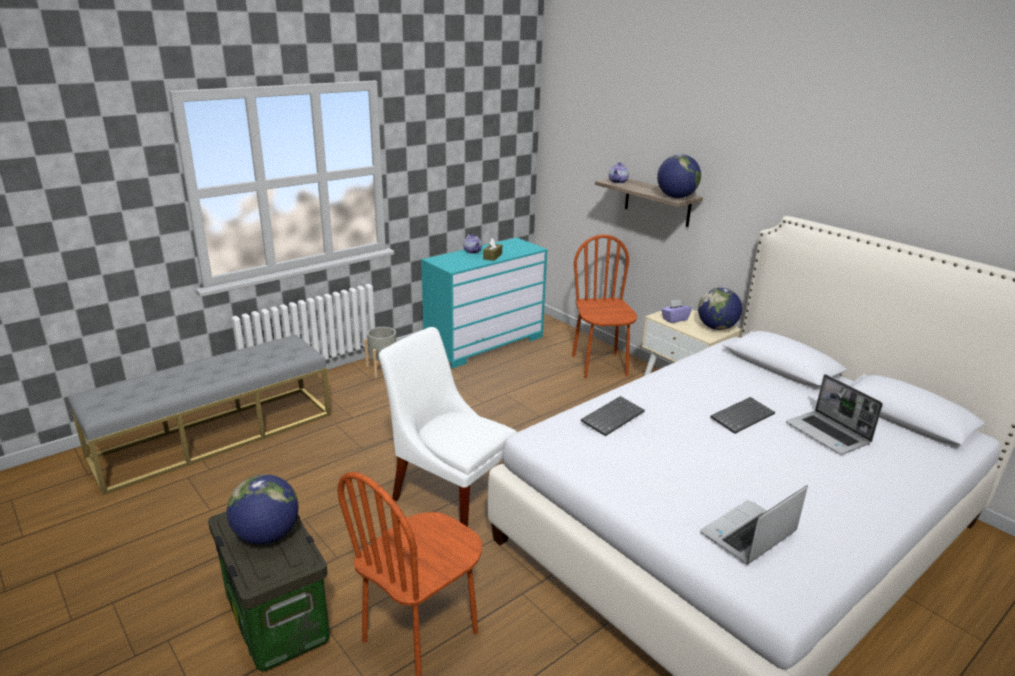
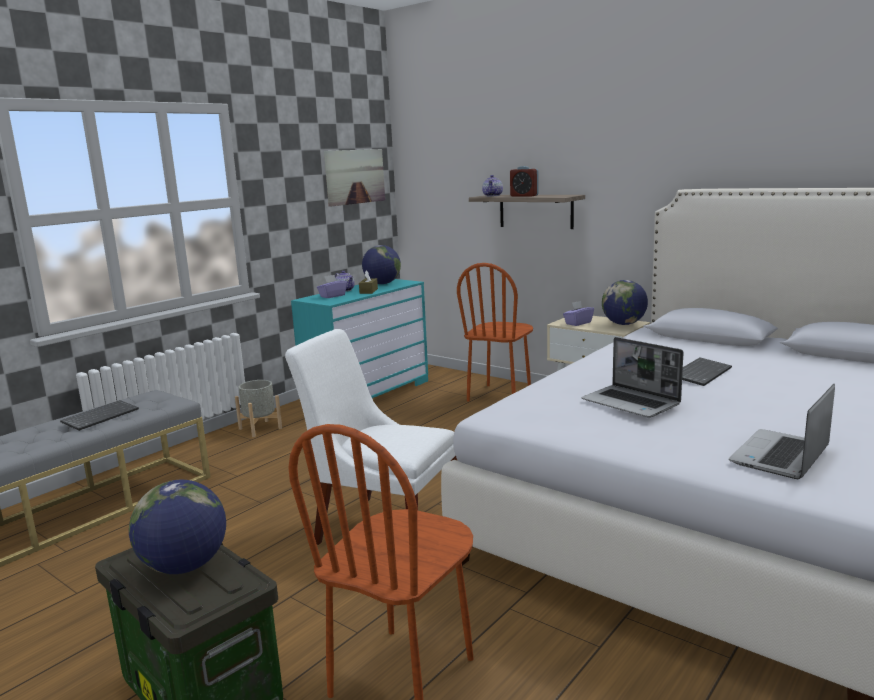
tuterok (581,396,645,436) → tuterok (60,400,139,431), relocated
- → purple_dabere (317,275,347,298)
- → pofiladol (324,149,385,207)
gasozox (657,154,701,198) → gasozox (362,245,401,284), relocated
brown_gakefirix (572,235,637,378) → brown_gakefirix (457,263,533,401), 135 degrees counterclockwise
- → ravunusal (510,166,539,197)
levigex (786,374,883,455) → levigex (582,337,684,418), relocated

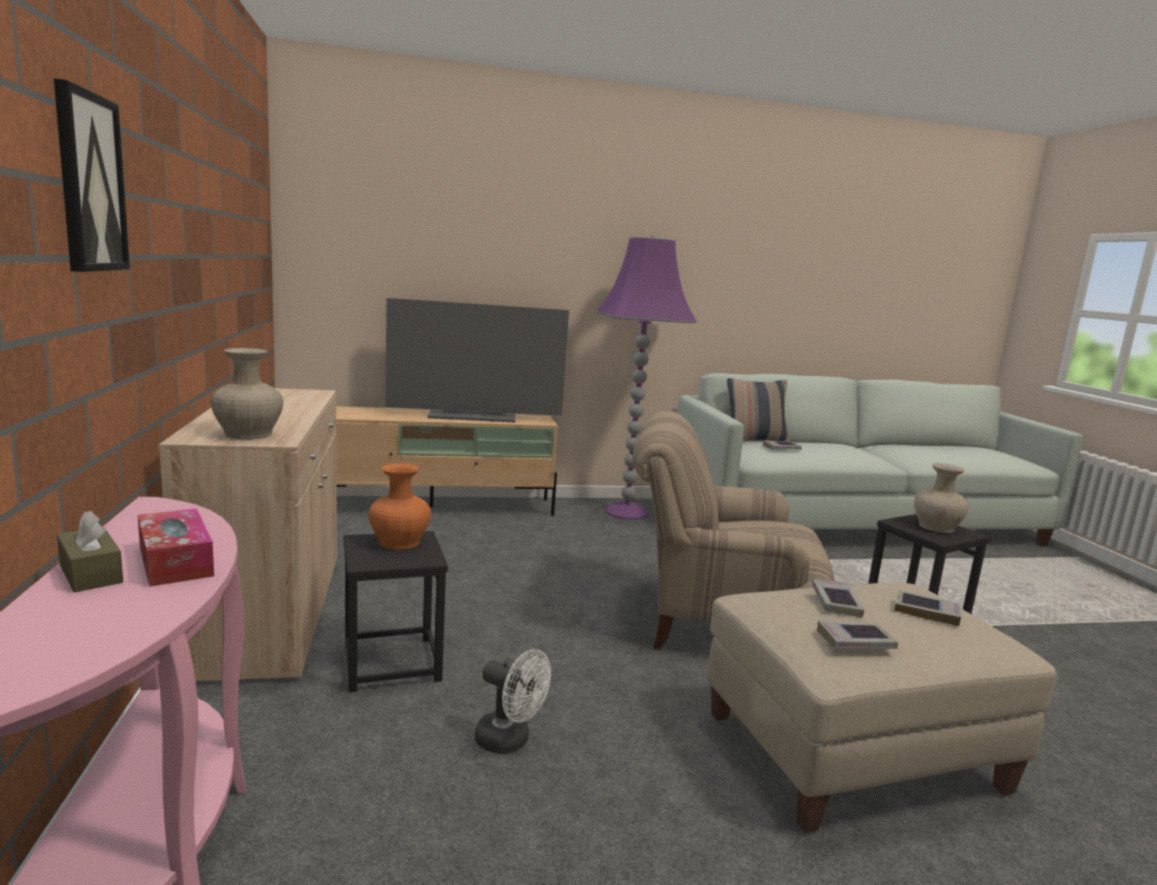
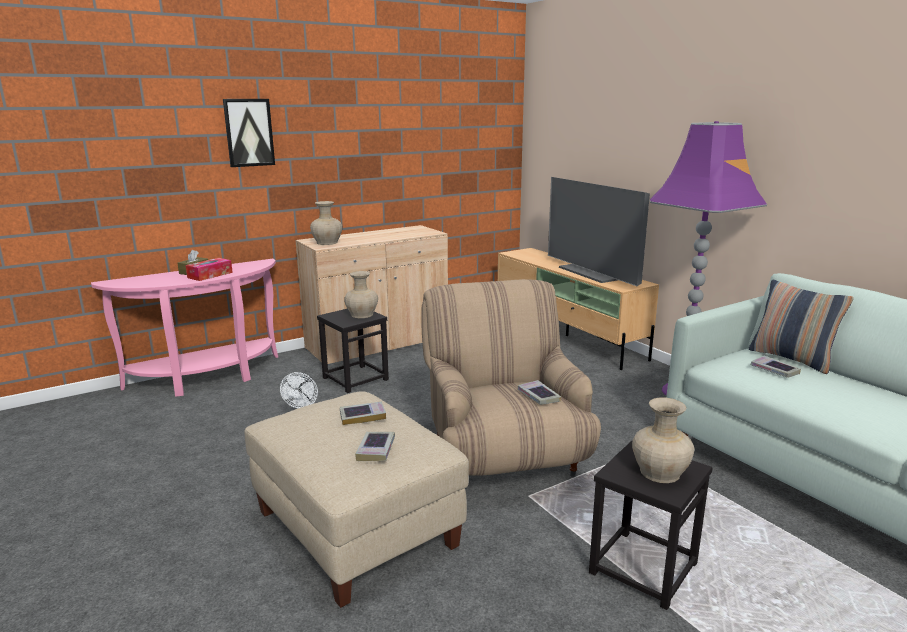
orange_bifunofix (368,463,431,550) → beige_bifunofix (344,271,378,318)
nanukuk (817,620,898,649) → nanukuk (518,380,561,405), relocated

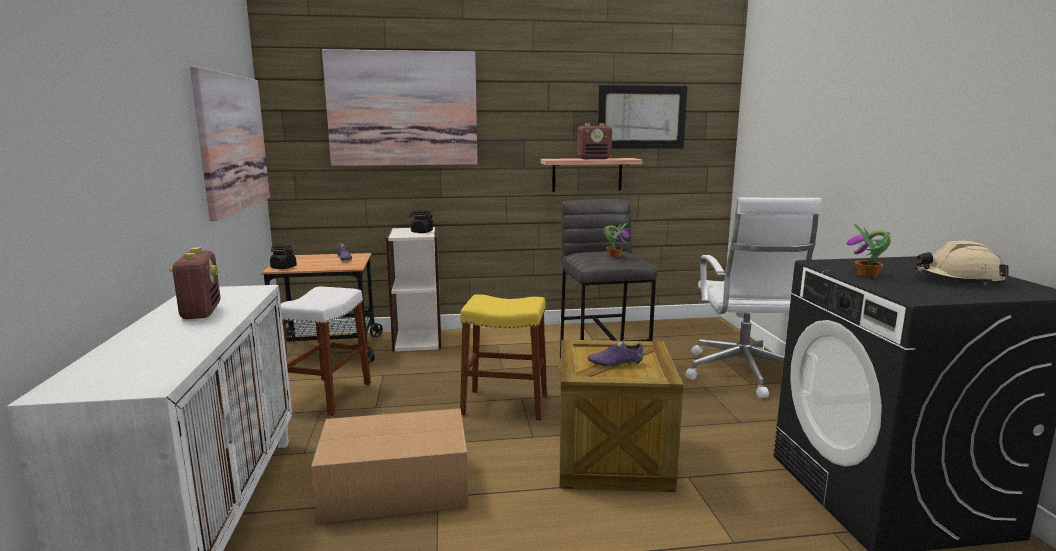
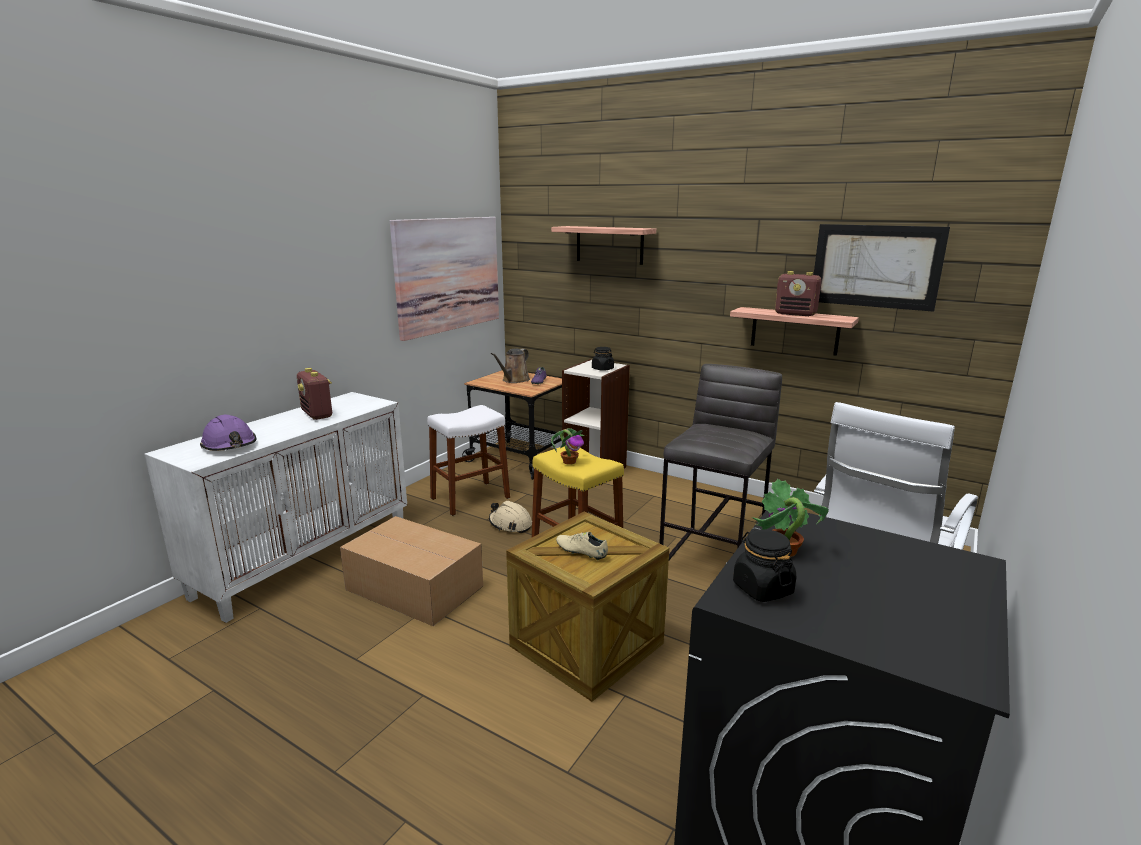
- → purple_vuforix (200,415,256,451)
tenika (169,247,221,319) → tenika (297,368,332,420), 120 degrees clockwise
beige_vuforix (915,241,1009,285) → beige_vuforix (489,501,532,533), relocated
- → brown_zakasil (491,349,530,383)
pofiladol (322,49,478,166) → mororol (551,226,656,265)
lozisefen (604,222,630,257) → lozisefen (551,428,585,465), relocated
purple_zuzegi (588,341,643,367) → beige_zuzegi (556,532,608,560)
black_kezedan (270,243,297,269) → black_kezedan (733,529,796,602), relocated

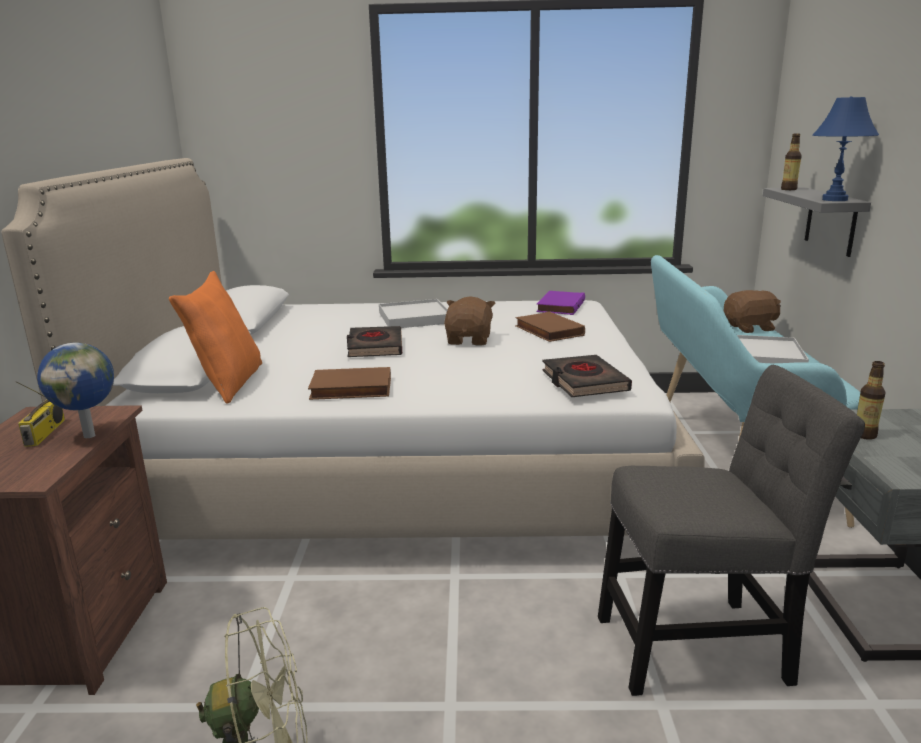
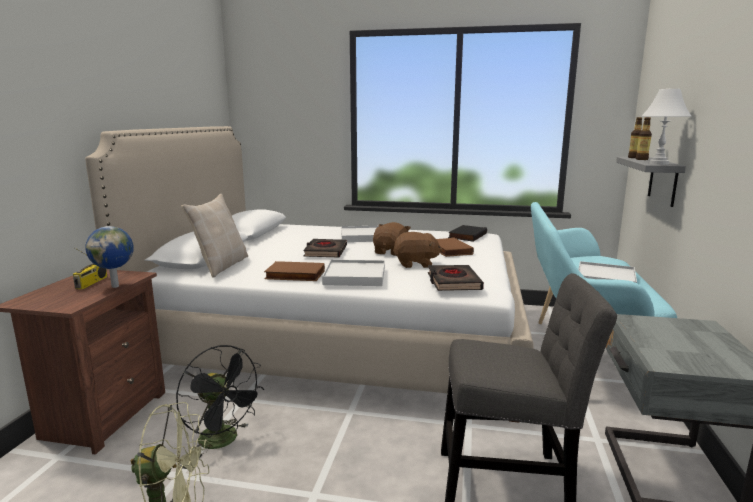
- → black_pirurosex (176,345,265,458)
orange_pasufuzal (169,271,262,404) → beige_pasufuzal (181,194,248,278)
- → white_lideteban (322,260,385,286)
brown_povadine (724,290,781,333) → brown_povadine (393,232,442,268), relocated
purple_nanukuk (536,291,585,315) → black_nanukuk (448,225,487,242)
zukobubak (857,361,886,440) → zukobubak (636,117,652,160), relocated
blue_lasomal (812,96,879,201) → white_lasomal (641,88,692,165)

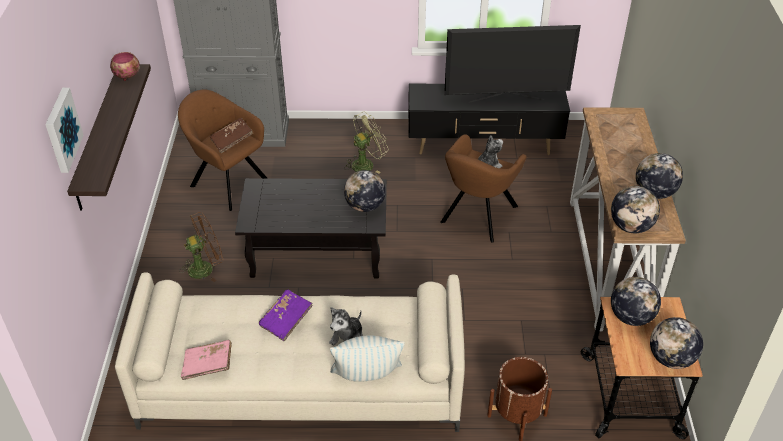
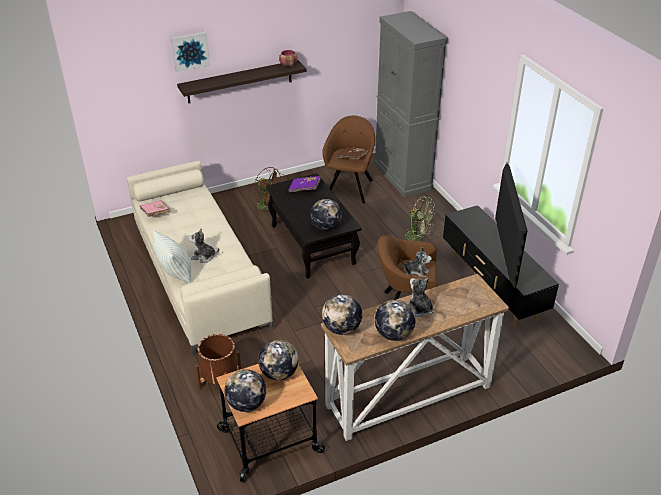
purple_nanukuk (259,290,313,341) → purple_nanukuk (288,176,321,192), relocated
- → povadine (407,277,434,317)
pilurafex (444,25,581,103) → pilurafex (495,163,528,288), 150 degrees counterclockwise

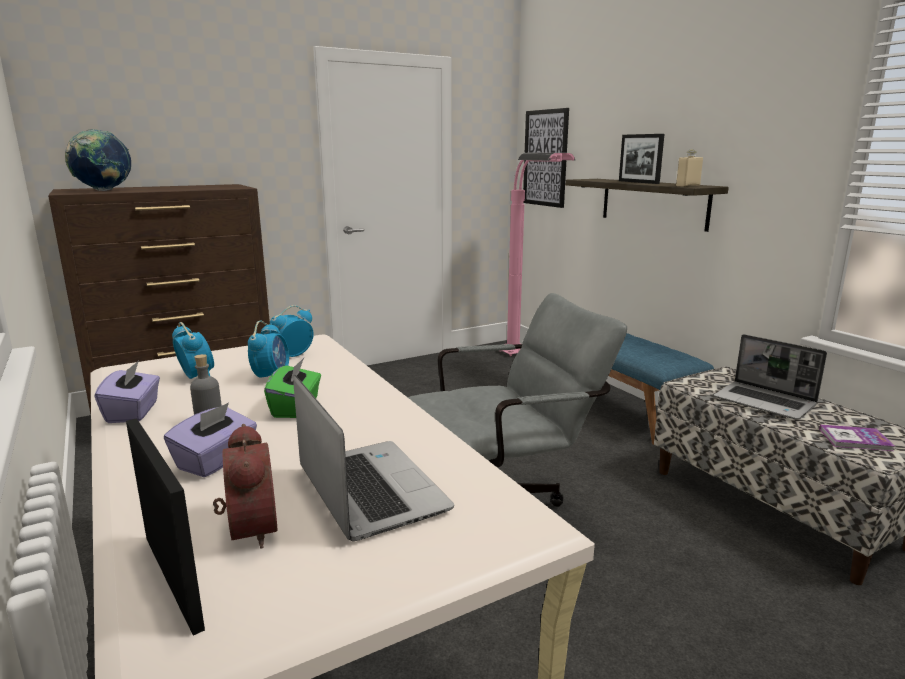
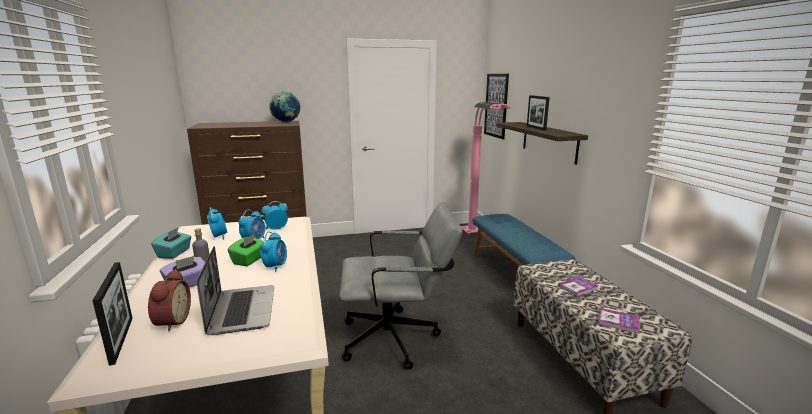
purple_dabere (95,361,160,423) → turquoise_dabere (151,227,192,259)
- → ravunusal (260,231,287,272)
gasozox (65,129,131,191) → gasozox (269,91,300,123), relocated
levigex (714,334,827,420) → nanukuk (558,277,598,297)
beige_zukobubak (676,150,703,187) → -

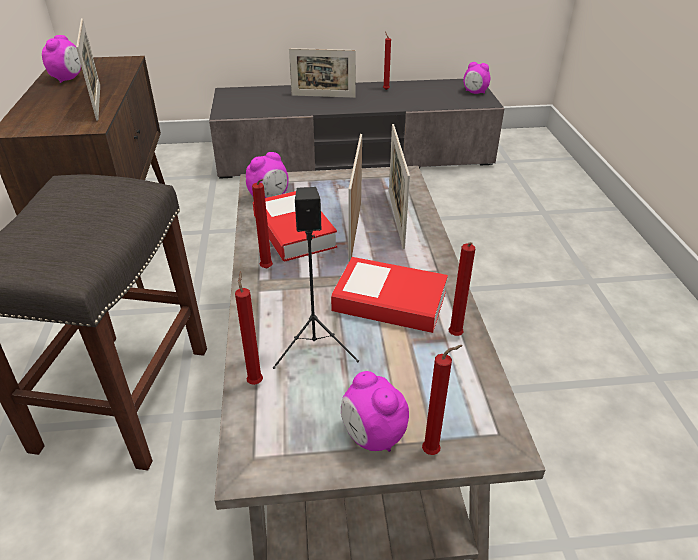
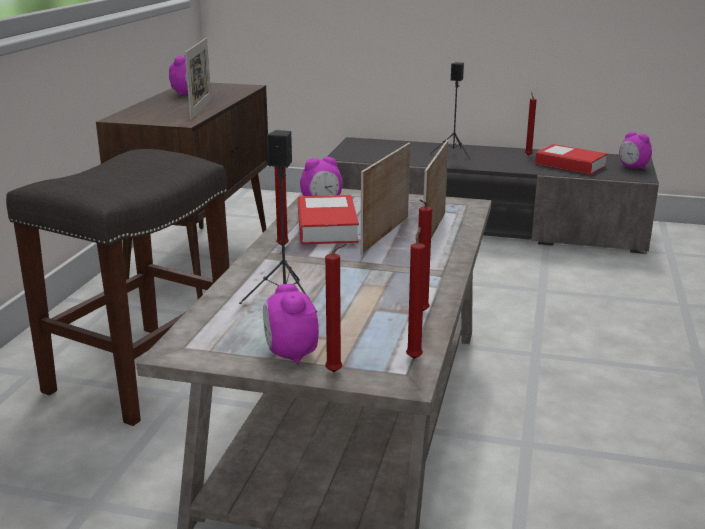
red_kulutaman (235,271,263,385) → red_kulutaman (406,227,425,359), relocated
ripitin (289,48,356,98) → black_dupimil (429,62,470,160)
nanukuk (331,257,448,333) → nanukuk (535,144,607,175), relocated

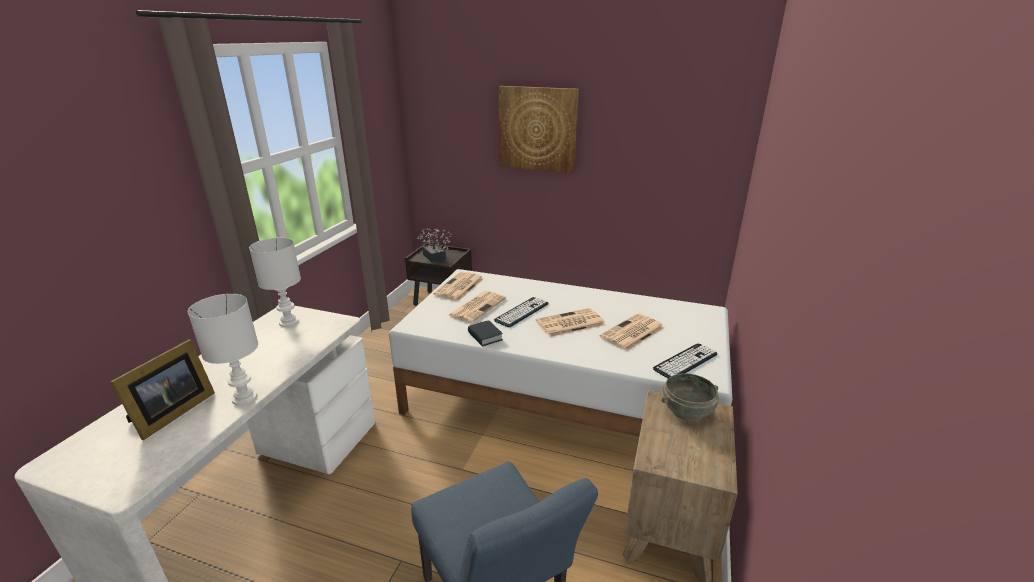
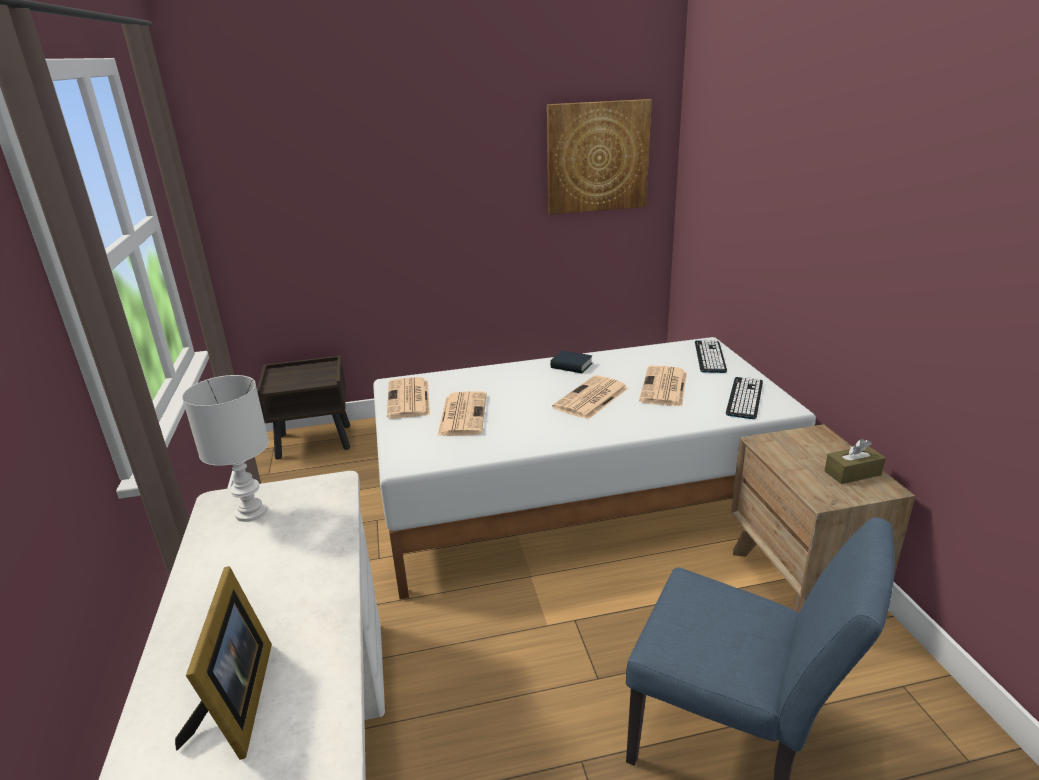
pofiladol (499,86,579,173) → pofiladol (547,99,652,214), relocated
nanukuk (468,320,503,347) → nanukuk (550,351,592,374), relocated
tuterok (494,297,548,327) → tuterok (695,340,727,373), relocated
- → brown_dabere (824,439,885,484)
white_lasomal (188,294,258,406) → -
lozisefen (417,228,452,262) → -
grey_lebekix (662,373,719,421) → -

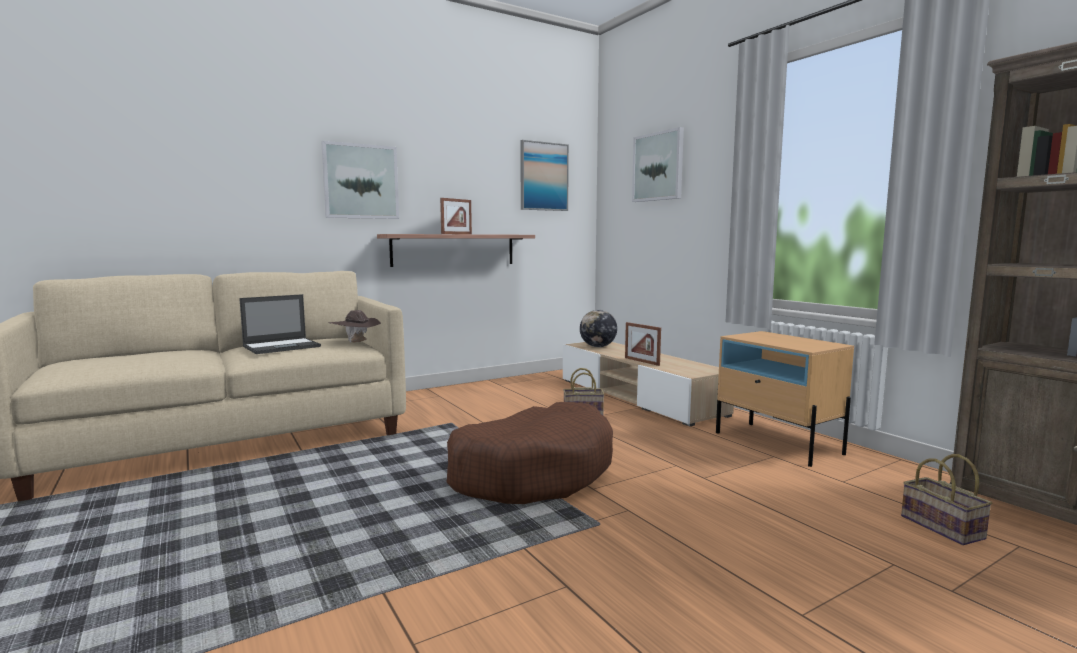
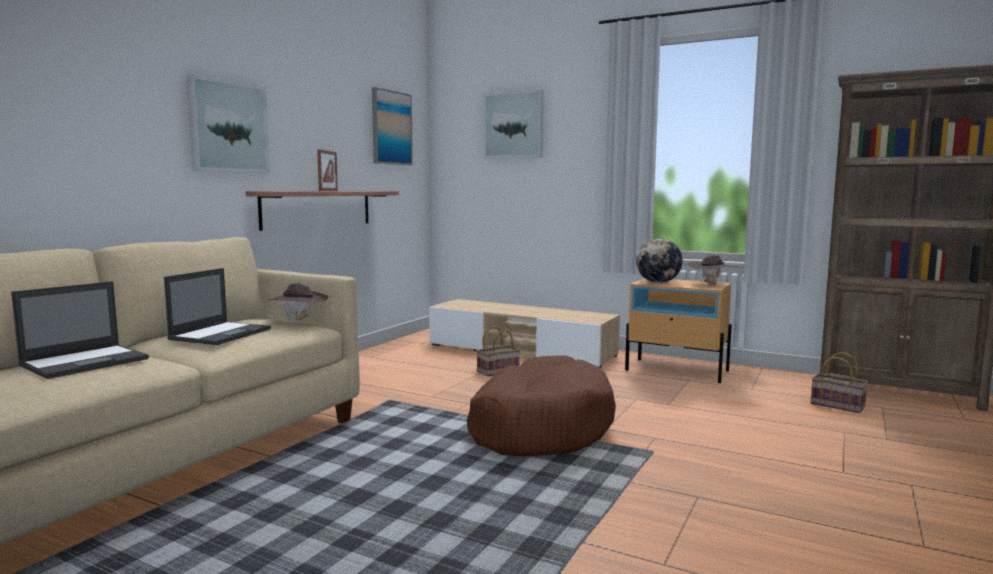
- → levigex (11,281,149,379)
gasozox (580,310,617,347) → gasozox (636,238,682,283), relocated
- → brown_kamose (688,254,738,284)
ripitin (625,322,661,366) → -

